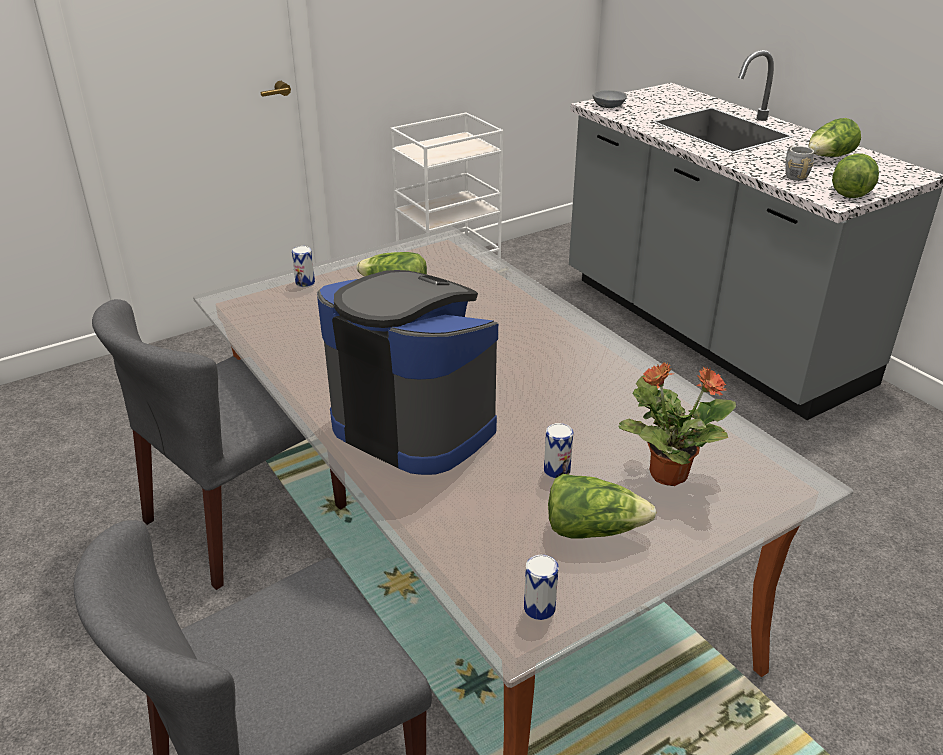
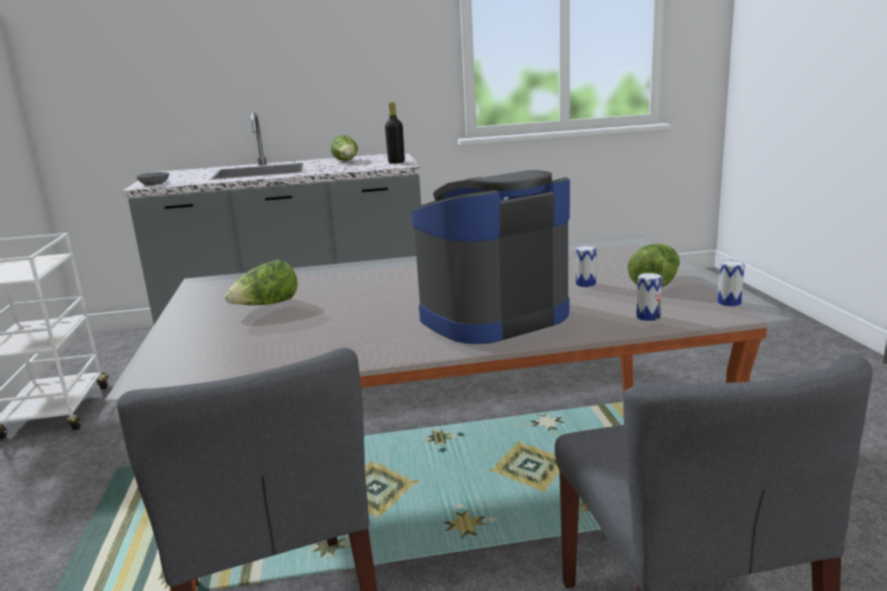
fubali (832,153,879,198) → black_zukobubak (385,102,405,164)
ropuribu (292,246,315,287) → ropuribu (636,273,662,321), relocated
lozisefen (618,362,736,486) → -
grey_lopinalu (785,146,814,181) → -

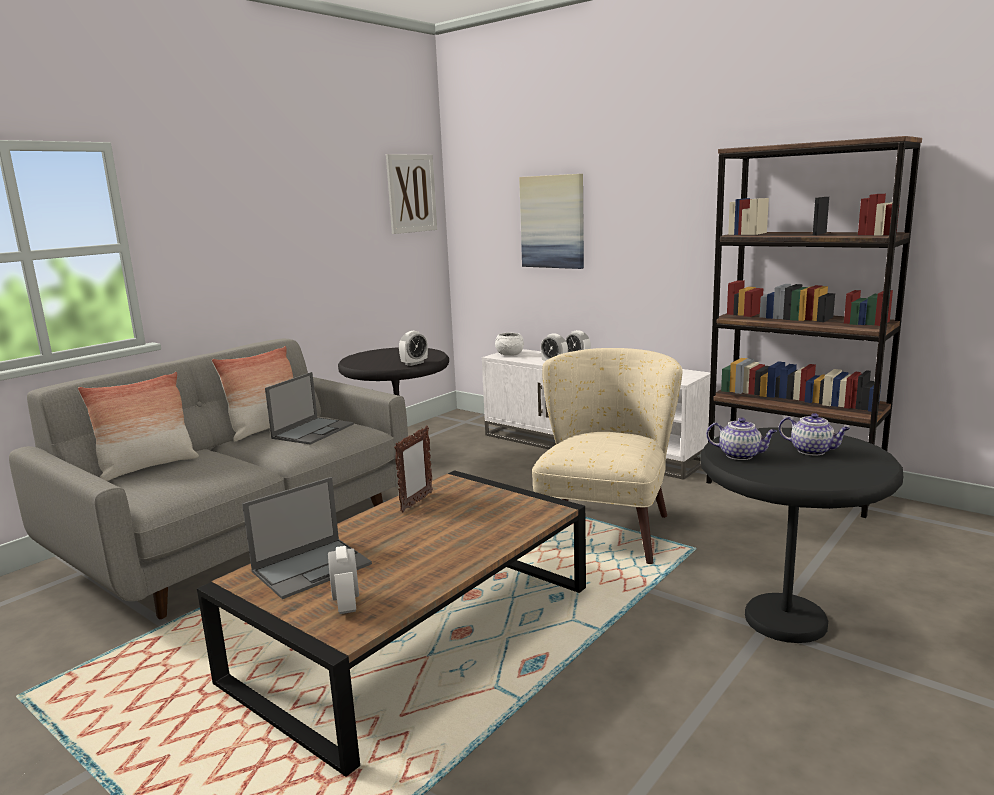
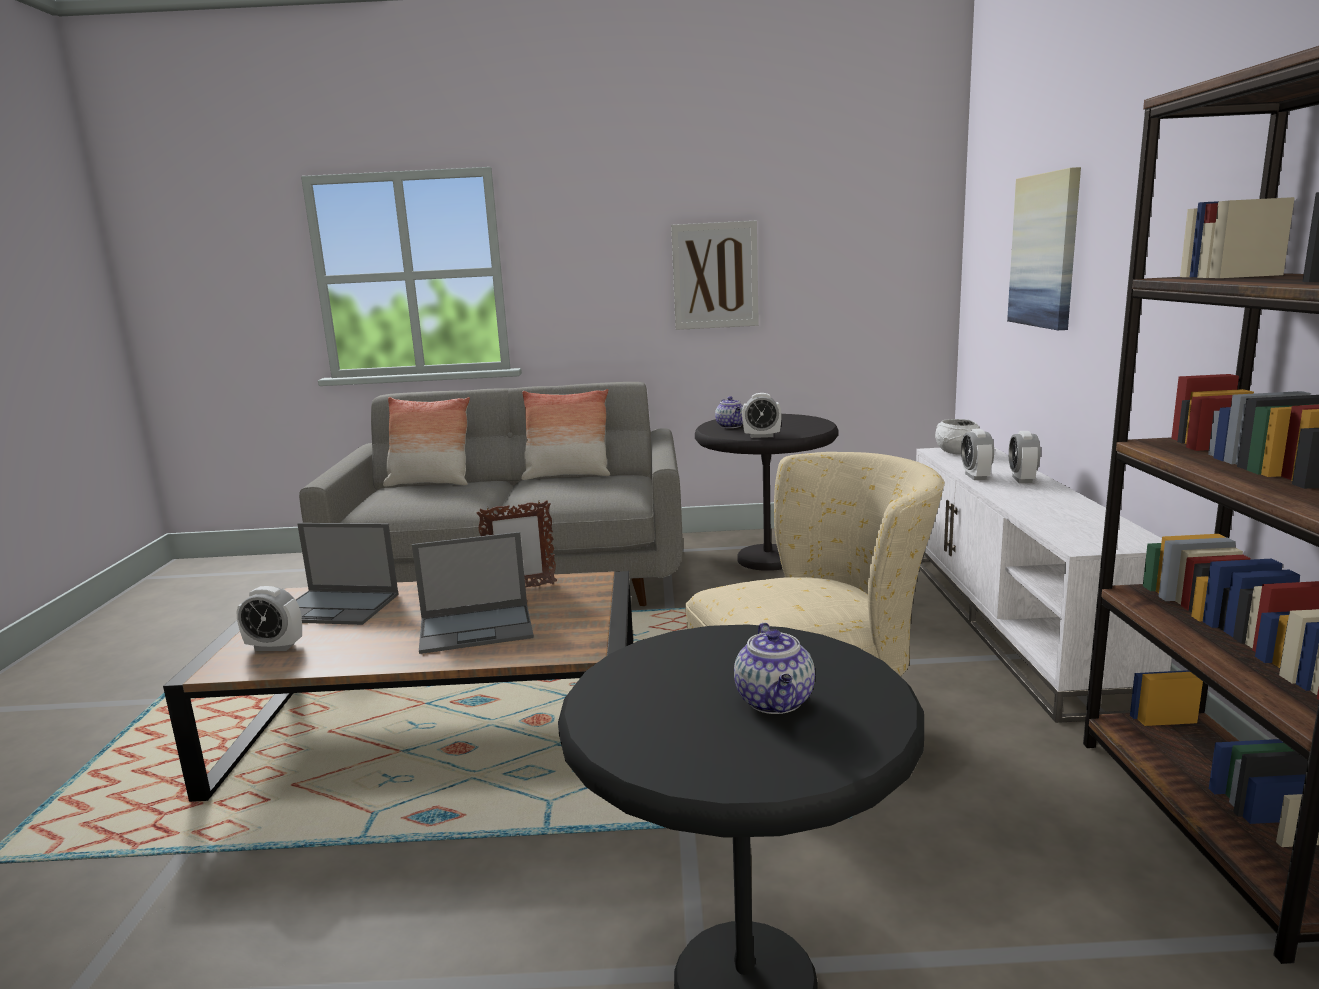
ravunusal (328,546,359,614) → ravunusal (237,586,302,651), 60 degrees clockwise
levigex (265,372,354,445) → levigex (412,532,534,654), relocated
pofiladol (386,154,437,234) → pofiladol (671,221,759,330), relocated
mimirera (706,417,777,460) → mimirera (715,396,743,428), relocated

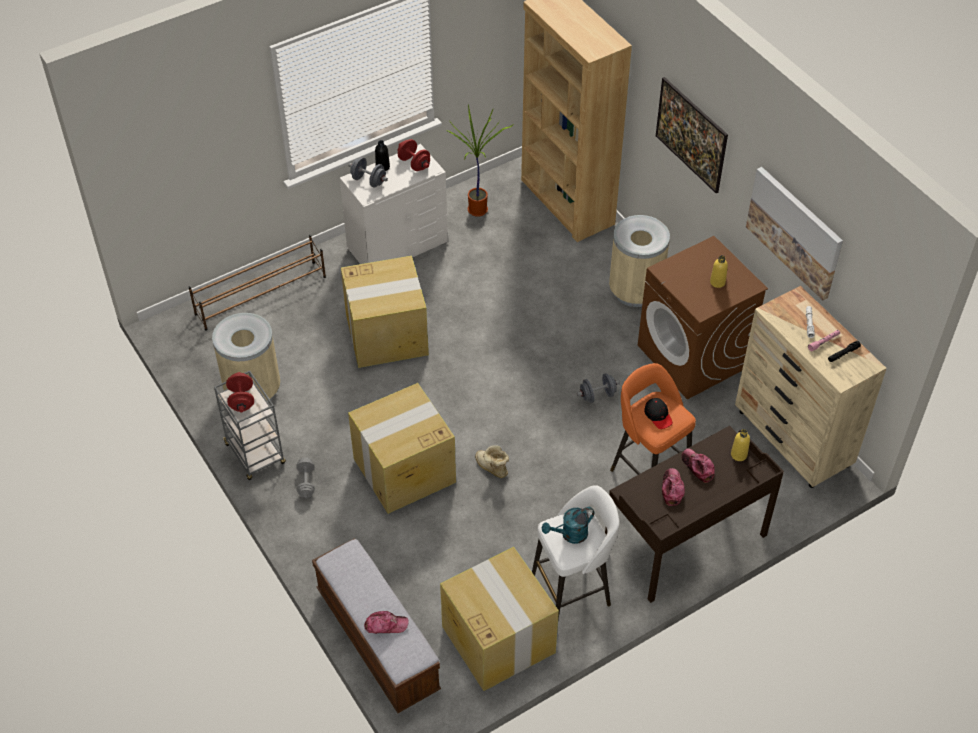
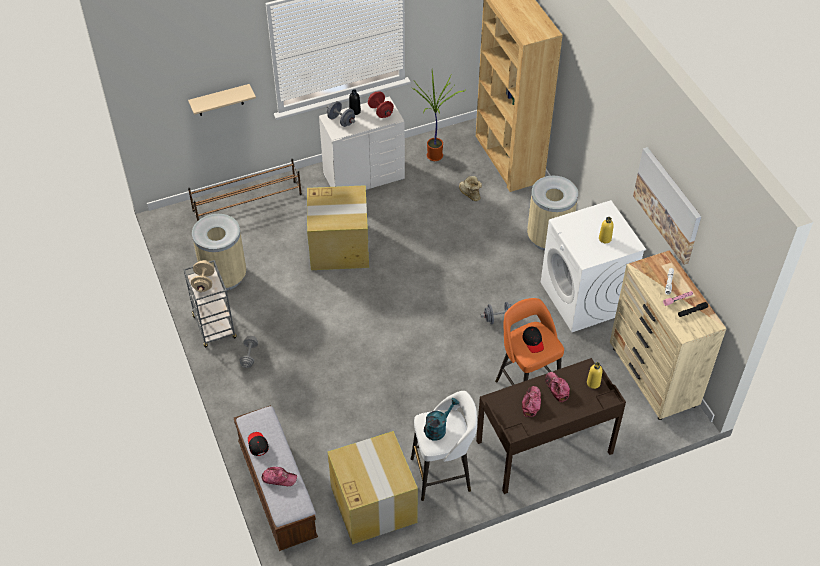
- → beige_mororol (188,84,256,116)
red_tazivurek (226,372,254,412) → beige_tazivurek (191,260,215,292)
- → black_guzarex (248,432,269,456)
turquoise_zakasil (542,507,595,544) → turquoise_zakasil (424,398,459,440), 150 degrees clockwise
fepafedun (475,445,509,478) → fepafedun (459,176,482,201), relocated
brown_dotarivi (638,236,768,399) → white_dotarivi (541,200,646,332)
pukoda (348,383,456,514) → -
pofiladol (656,77,728,194) → -

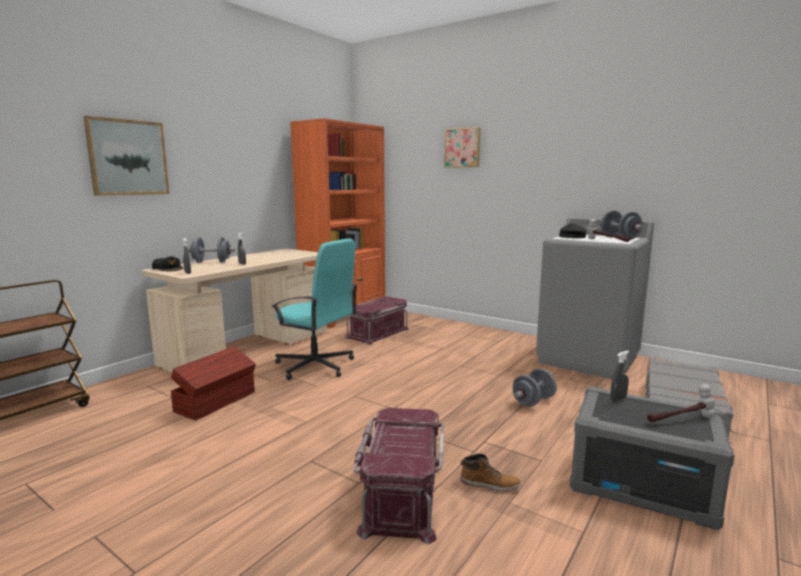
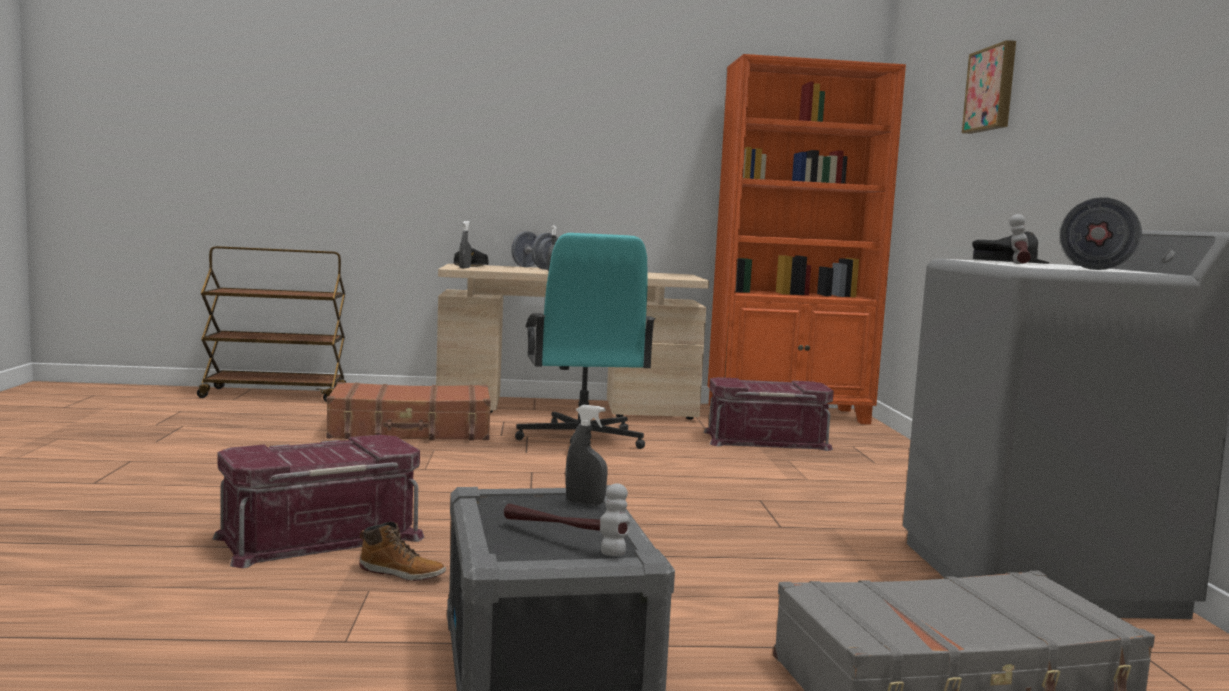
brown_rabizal (171,346,256,420) → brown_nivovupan (326,382,491,441)
fepafedun (460,454,521,491) → fepafedun (360,522,446,581), 45 degrees counterclockwise
pofiladol (83,116,170,196) → -
grey_tazivurek (512,368,557,407) → -

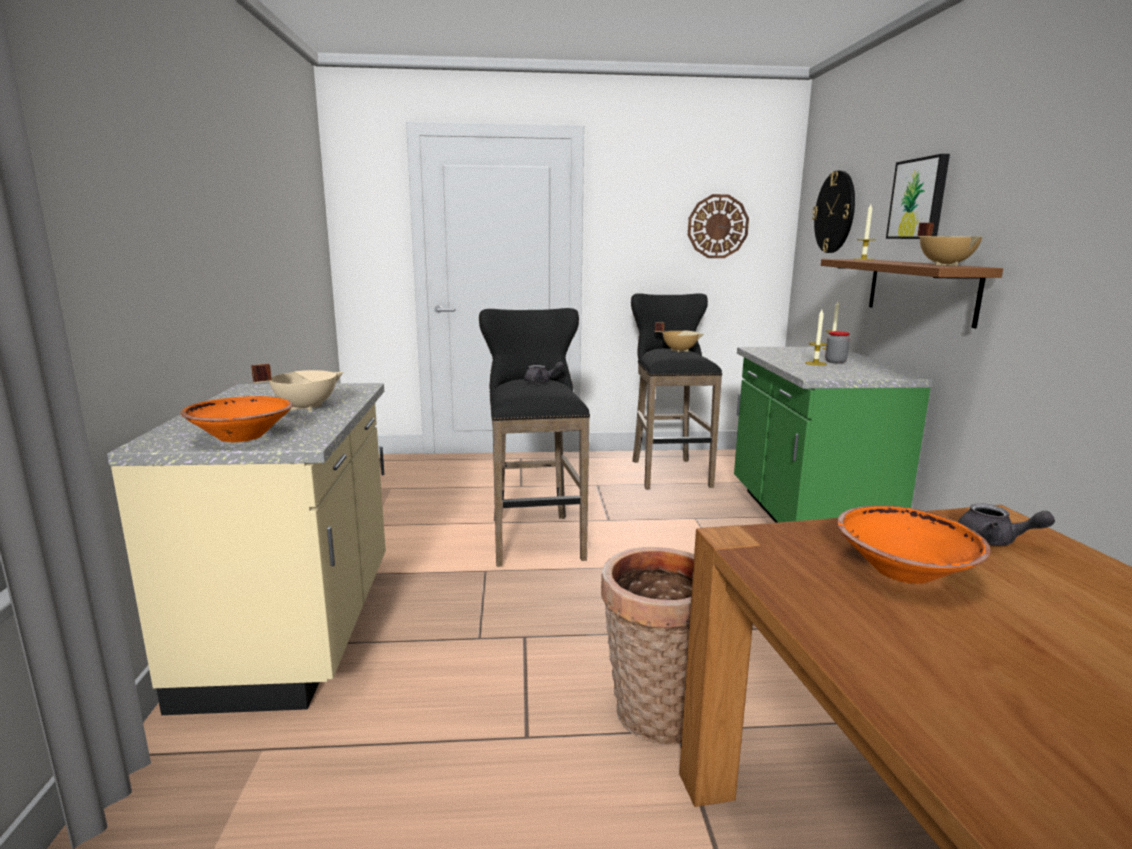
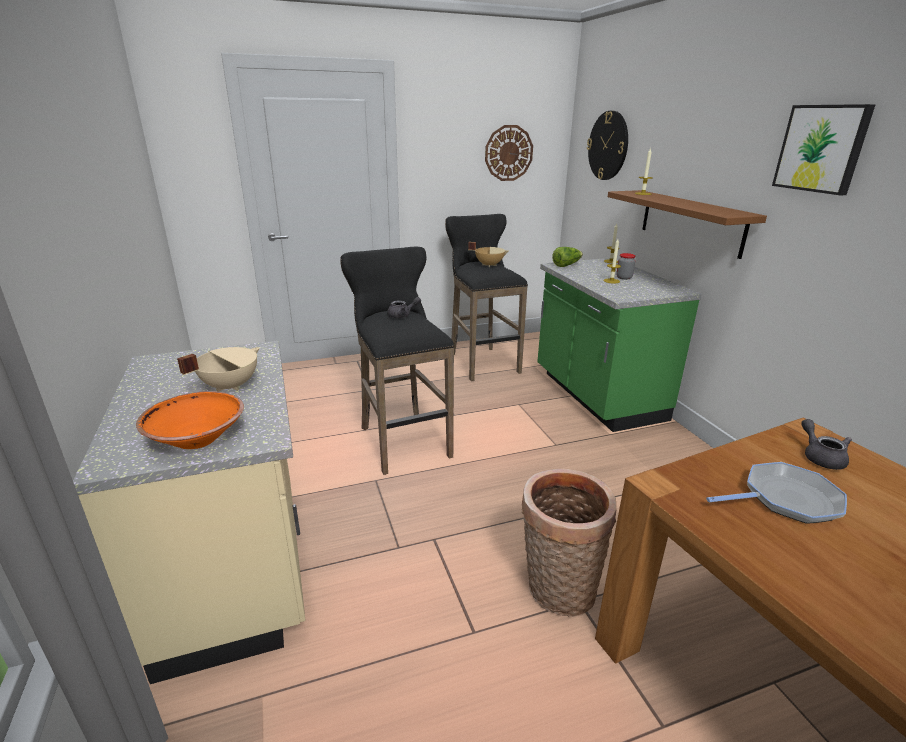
- → fubali (552,247,583,267)
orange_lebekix (837,505,991,584) → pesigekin (706,462,847,524)
pofiladol (886,154,950,239) → pofiladol (772,104,876,195), relocated
grey_mimirera (958,503,1055,546) → grey_mimirera (801,419,852,470), 120 degrees counterclockwise
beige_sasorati (917,223,982,266) → -

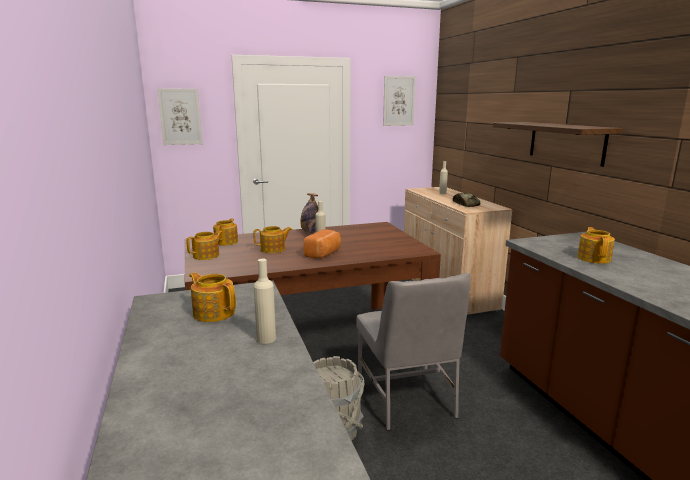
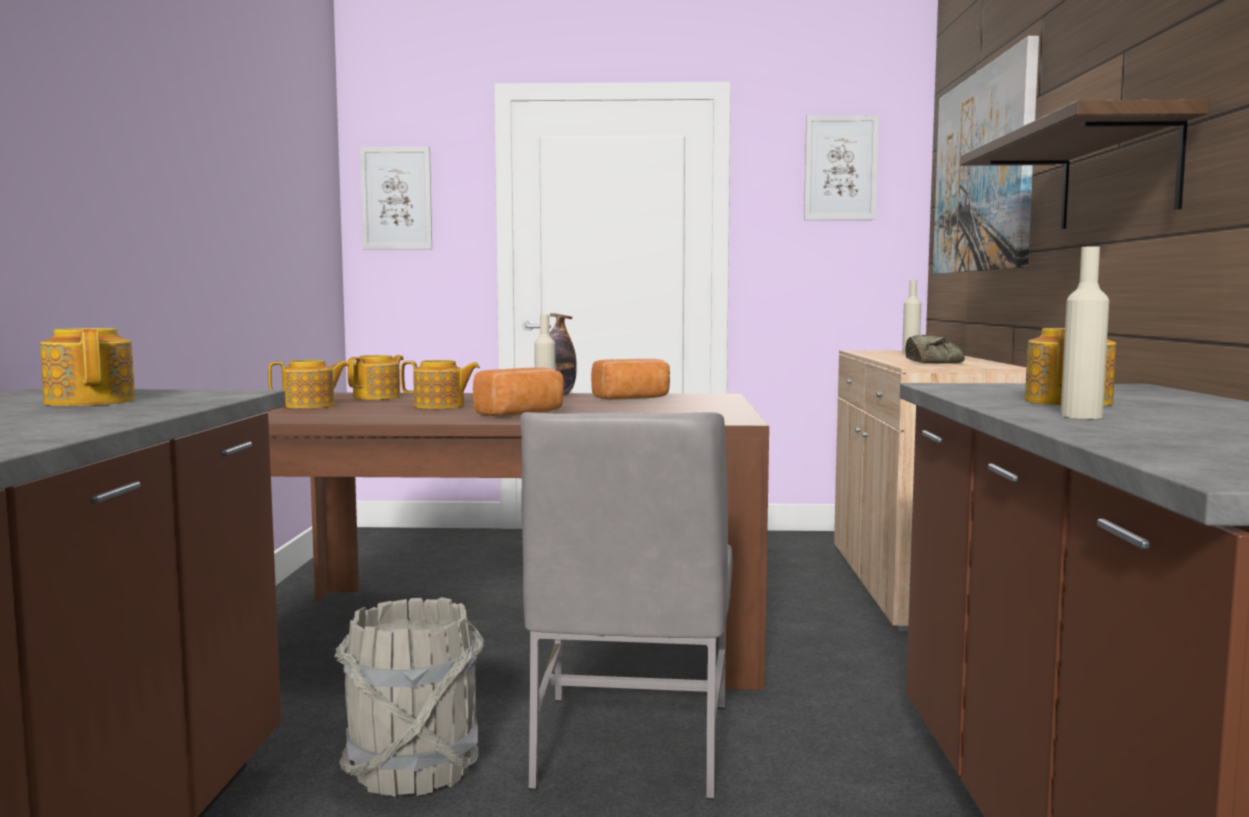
- → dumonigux (591,359,670,400)
- → pofiladol (933,36,1039,274)
beige_zukobubak (254,259,276,344) → beige_zukobubak (1060,246,1109,419), relocated

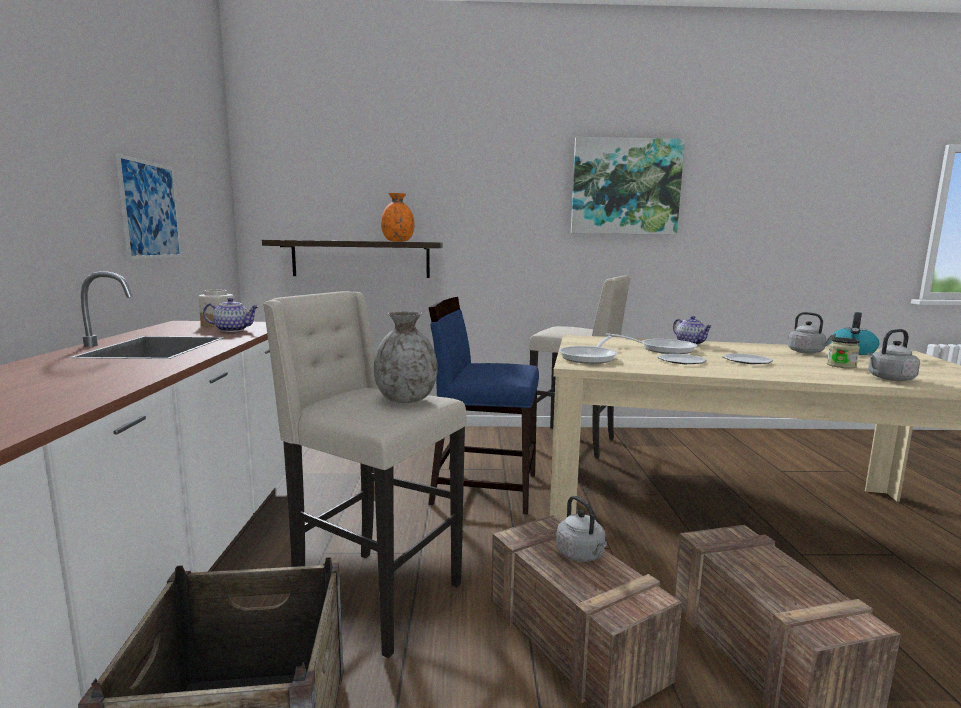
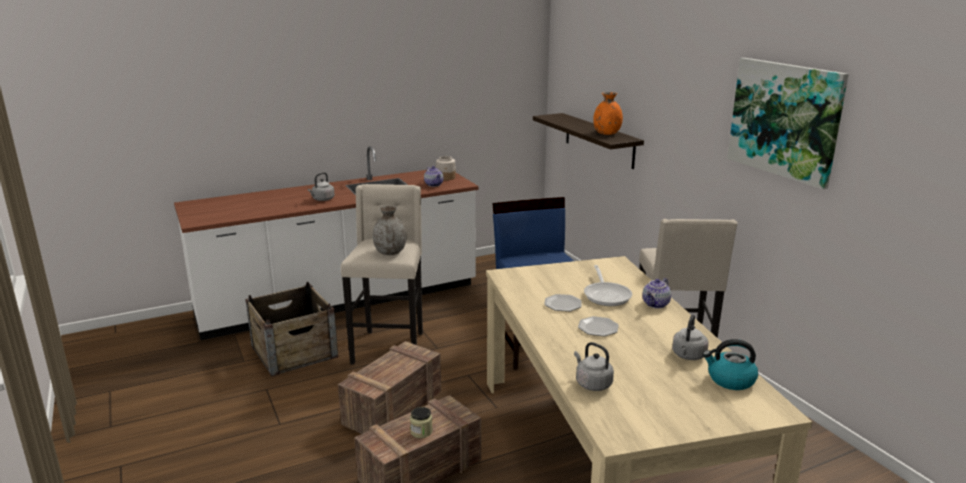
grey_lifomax (556,496,607,562) → grey_lifomax (308,172,335,201), relocated
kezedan (827,337,860,368) → kezedan (410,407,433,438), relocated
pofiladol (115,154,182,259) → -
pesigekin (559,336,617,364) → -

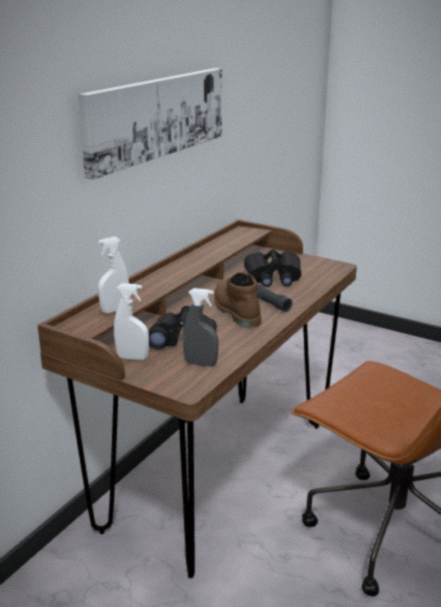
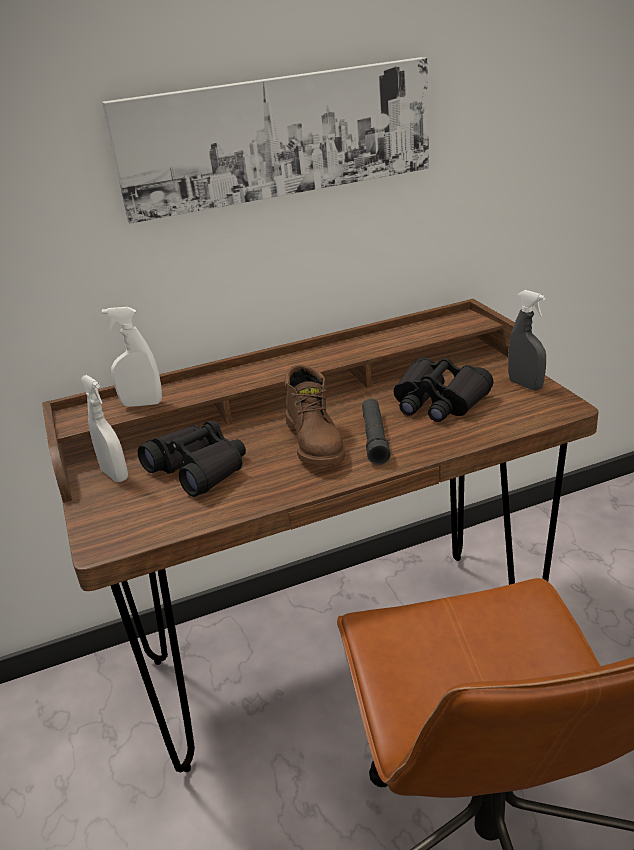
brown_fepafedun (214,272,261,327) → brown_fepafedun (285,364,346,466), 150 degrees clockwise
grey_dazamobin (183,288,219,367) → grey_dazamobin (508,290,546,390), relocated

